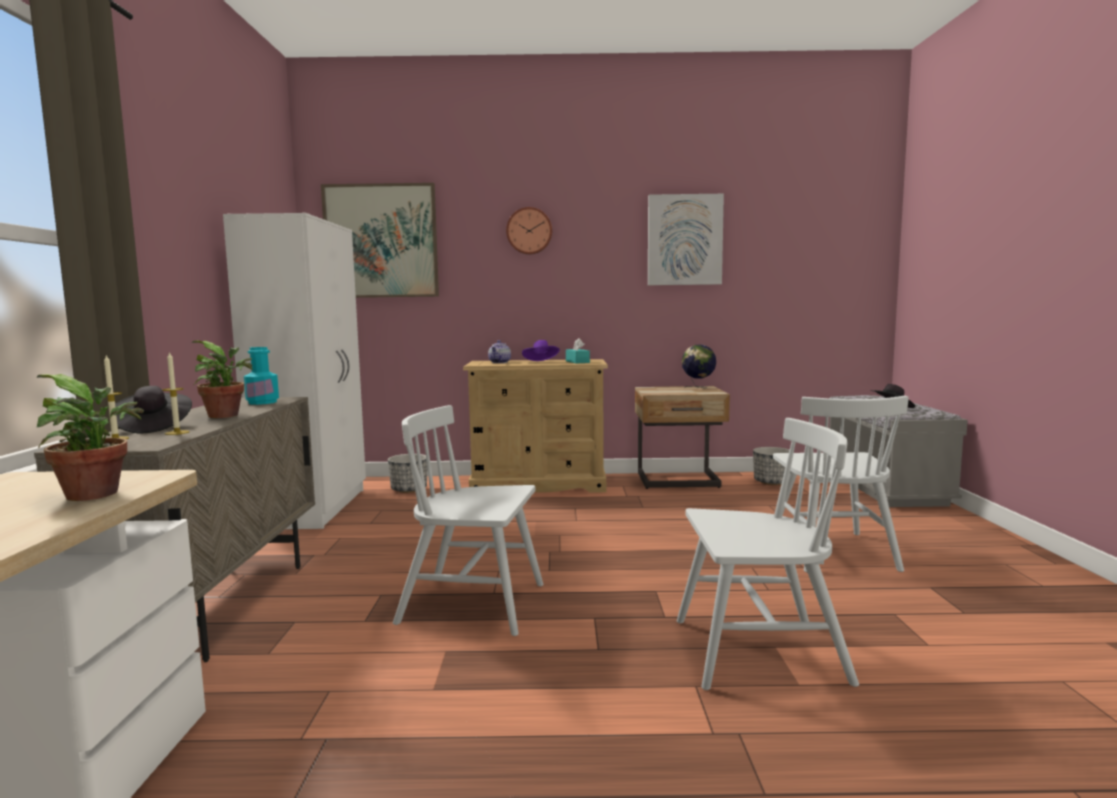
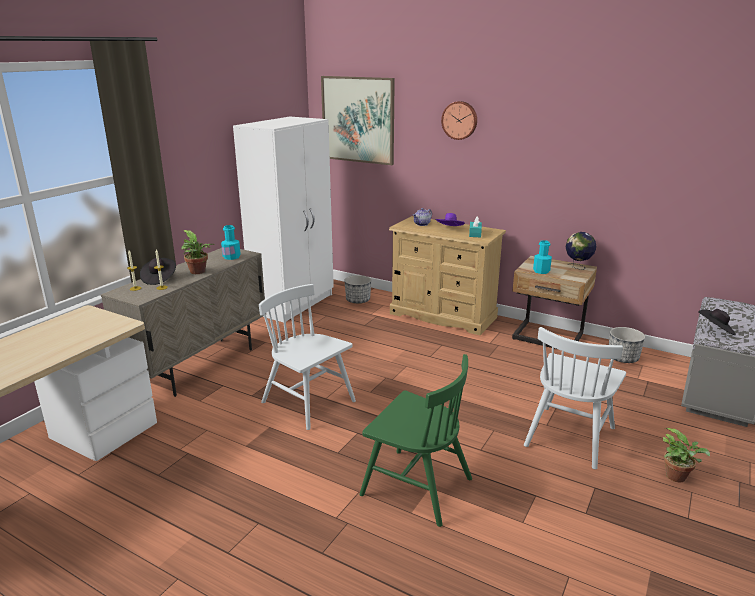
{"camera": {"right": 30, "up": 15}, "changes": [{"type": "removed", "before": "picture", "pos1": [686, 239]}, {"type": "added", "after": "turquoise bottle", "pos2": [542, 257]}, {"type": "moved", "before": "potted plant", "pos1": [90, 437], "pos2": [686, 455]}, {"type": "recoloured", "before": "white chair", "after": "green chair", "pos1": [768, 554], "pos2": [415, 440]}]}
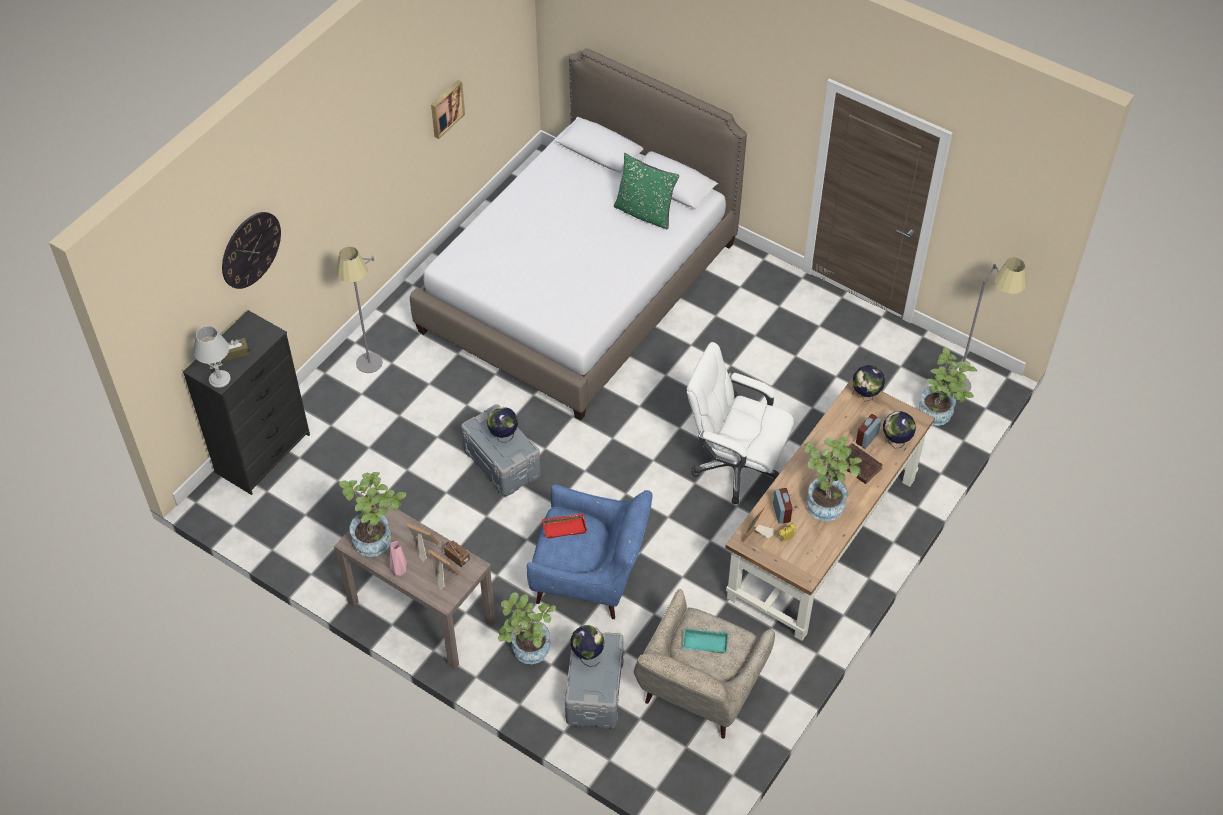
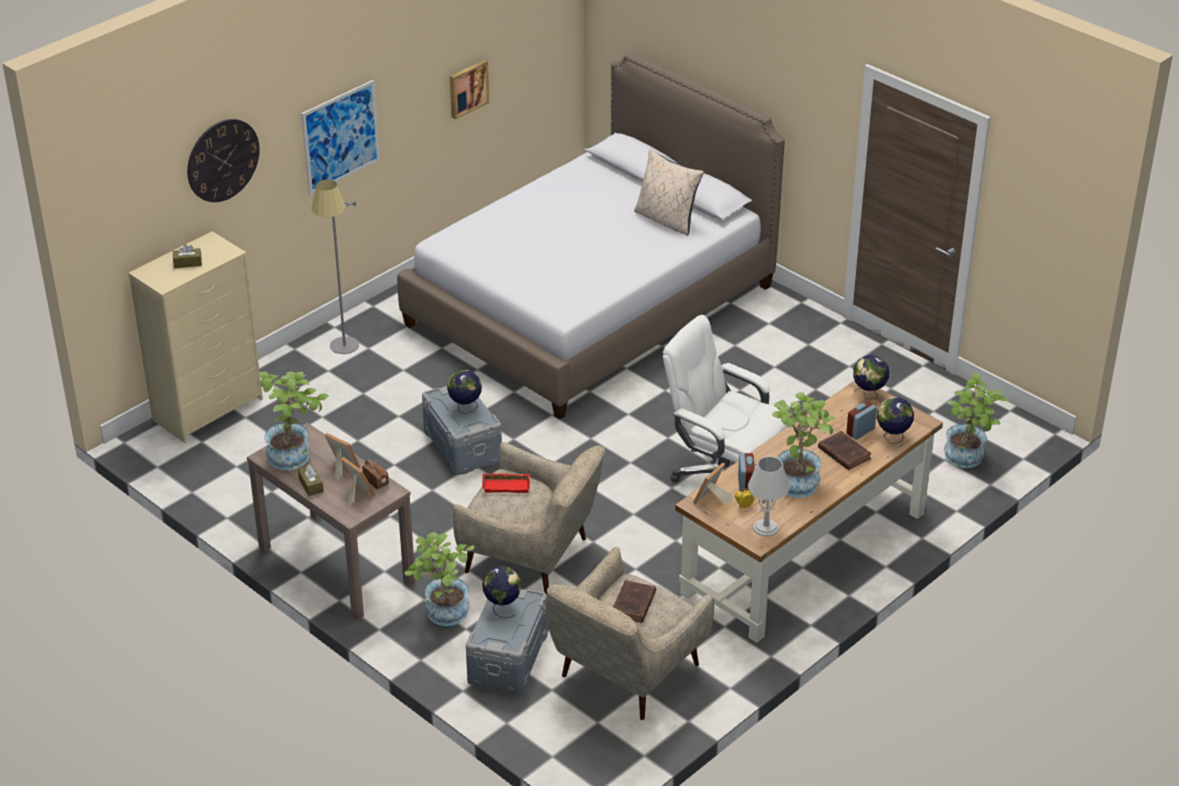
{"camera": {"right": 10, "up": -15}, "changes": [{"type": "removed", "before": "grey floor lamp", "pos1": [992, 325]}, {"type": "added", "after": "picture", "pos2": [340, 137]}, {"type": "moved", "before": "grey table lamp", "pos1": [212, 357], "pos2": [769, 496]}, {"type": "replaced", "before": "pink vase", "after": "brown tissue box", "pos1": [398, 558], "pos2": [311, 480]}, {"type": "replaced", "before": "turquoise tray", "after": "brown book", "pos1": [705, 640], "pos2": [634, 601]}, {"type": "recoloured", "before": "black dresser", "after": "beige dresser", "pos1": [246, 402], "pos2": [195, 337]}, {"type": "recoloured", "before": "blue armchair", "after": "beige armchair", "pos1": [590, 551], "pos2": [529, 518]}, {"type": "recoloured", "before": "green pillow", "after": "beige pillow", "pos1": [646, 191], "pos2": [669, 192]}]}
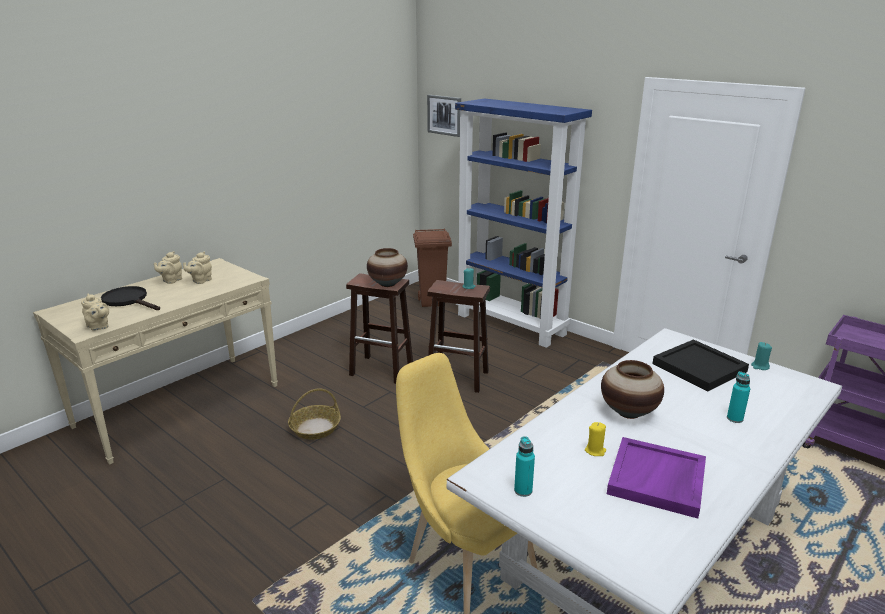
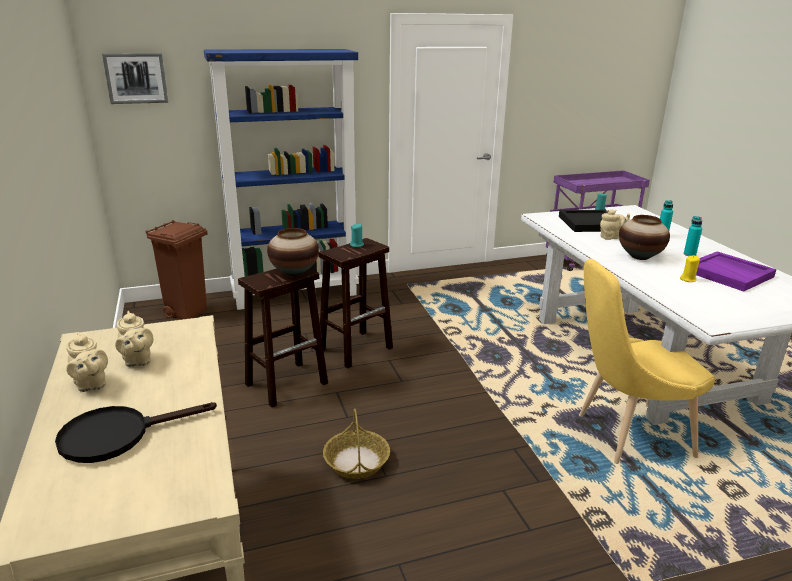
{"camera": {"right": -60, "up": 0}, "changes": [{"type": "moved", "before": "beige teapot", "pos1": [95, 312], "pos2": [615, 224]}, {"type": "moved", "before": "turquoise bottle", "pos1": [524, 466], "pos2": [693, 236]}]}
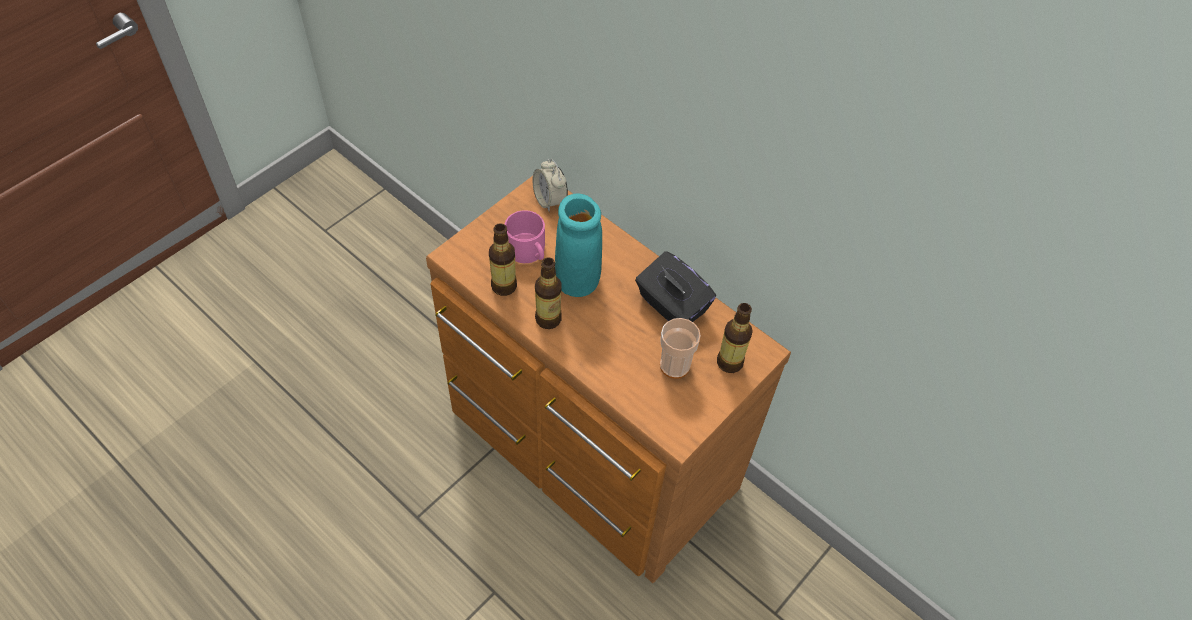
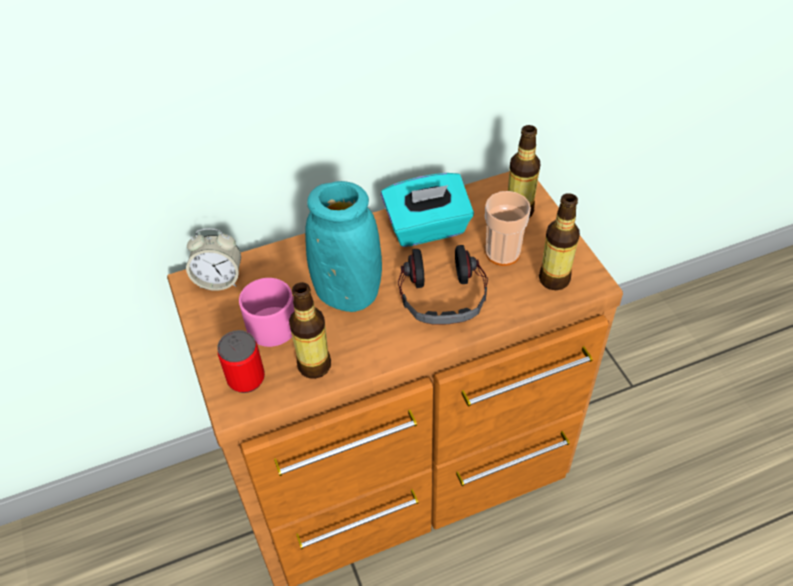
{"camera": {"right": -60, "up": -5}, "changes": [{"type": "added", "after": "can", "pos2": [241, 361]}, {"type": "added", "after": "headphones", "pos2": [443, 285]}, {"type": "moved", "before": "bottle", "pos1": [548, 293], "pos2": [559, 241]}, {"type": "recoloured", "before": "black tissue box", "after": "turquoise tissue box", "pos1": [675, 286], "pos2": [427, 210]}]}
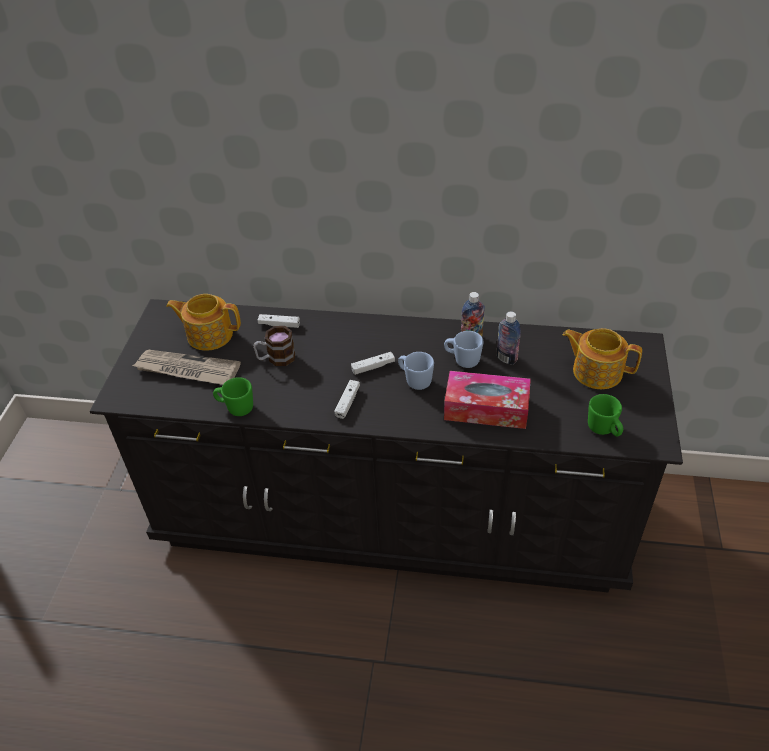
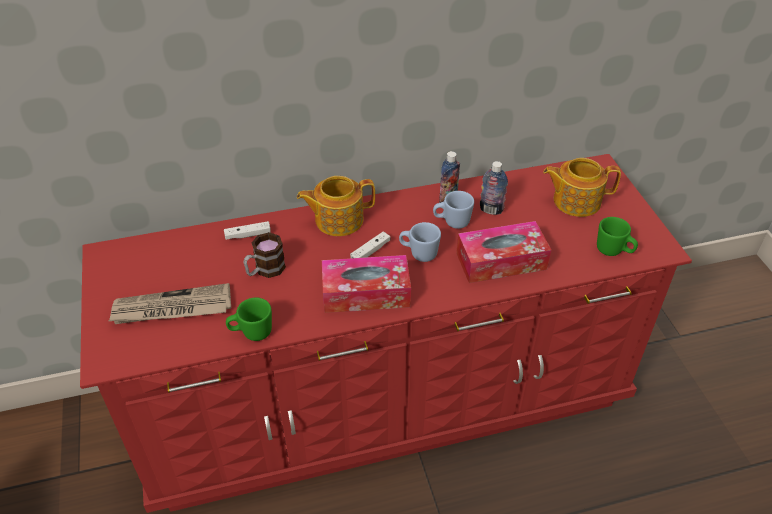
{"camera": {"right": -25, "up": 0}, "changes": [{"type": "moved", "before": "teapot", "pos1": [203, 322], "pos2": [336, 206]}, {"type": "replaced", "before": "white game controller", "after": "tissue box", "pos1": [347, 399], "pos2": [366, 284]}, {"type": "recoloured", "before": "black dresser", "after": "red dresser", "pos1": [386, 445], "pos2": [386, 333]}]}
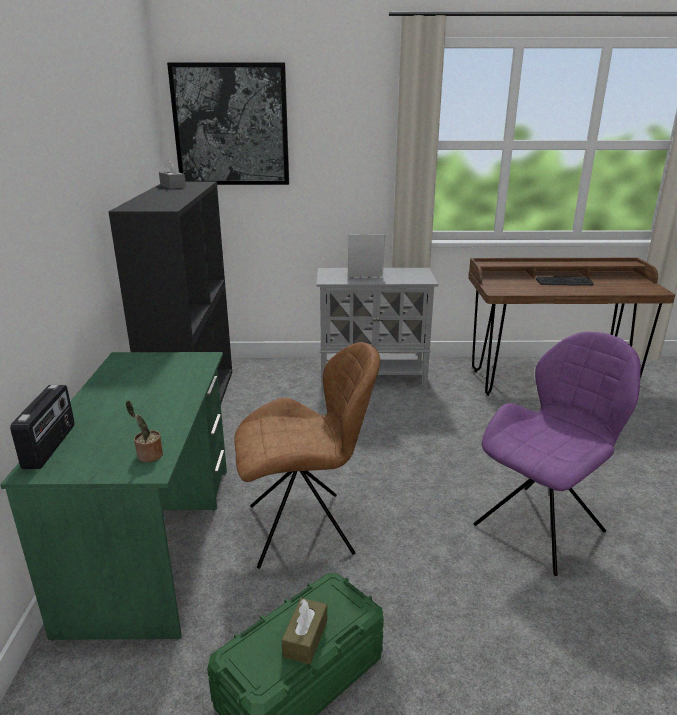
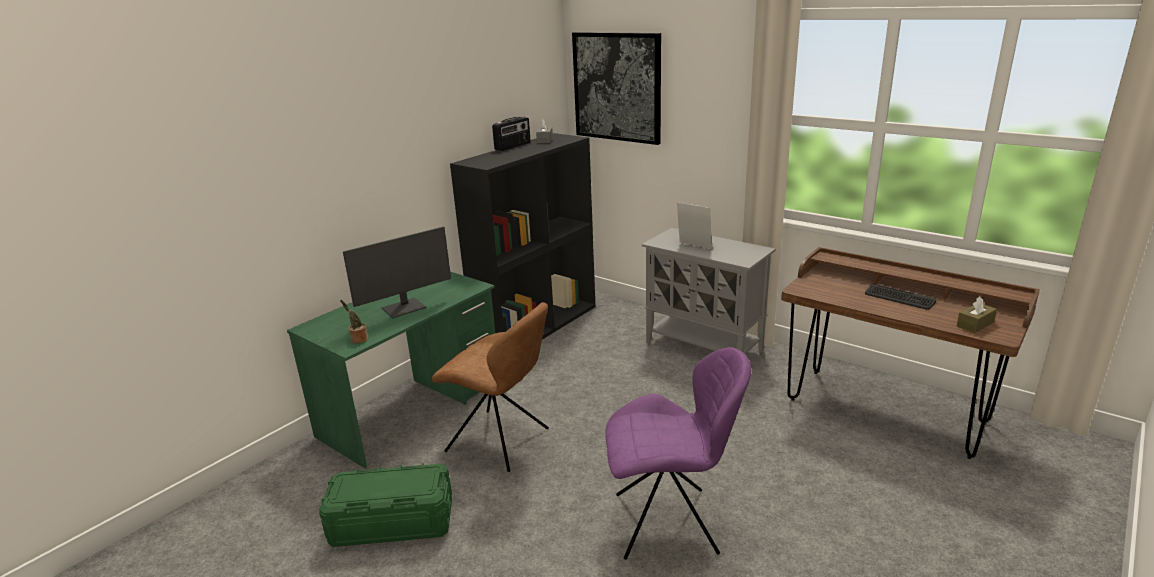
{"camera": {"right": 40, "up": 0}, "changes": [{"type": "added", "after": "monitor", "pos2": [397, 272]}, {"type": "moved", "before": "radio", "pos1": [42, 426], "pos2": [511, 133]}, {"type": "moved", "before": "brown tissue box", "pos1": [304, 631], "pos2": [977, 314]}]}
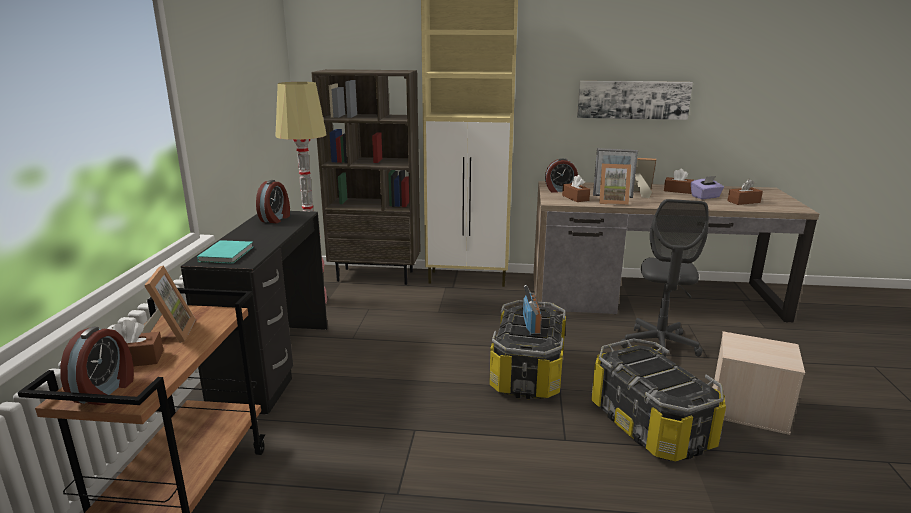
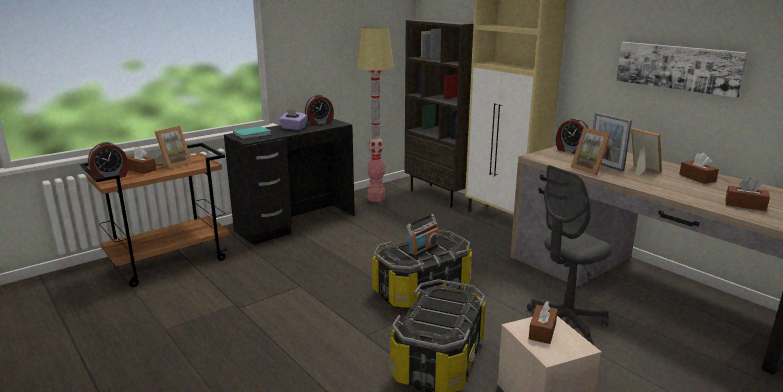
{"camera": {"right": 45, "up": 0}, "changes": [{"type": "moved", "before": "brown tissue box", "pos1": [576, 188], "pos2": [543, 322]}, {"type": "moved", "before": "purple tissue box", "pos1": [707, 187], "pos2": [293, 119]}]}
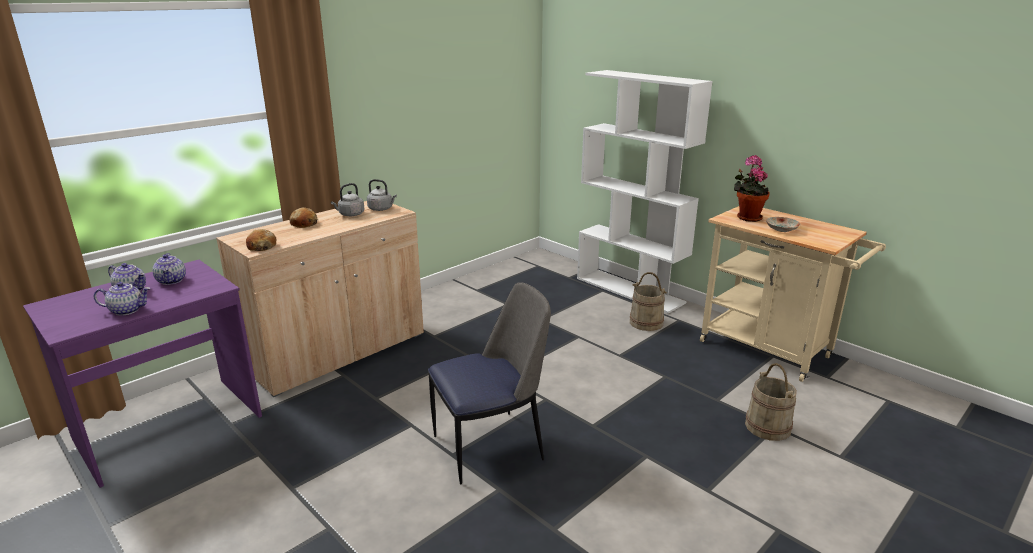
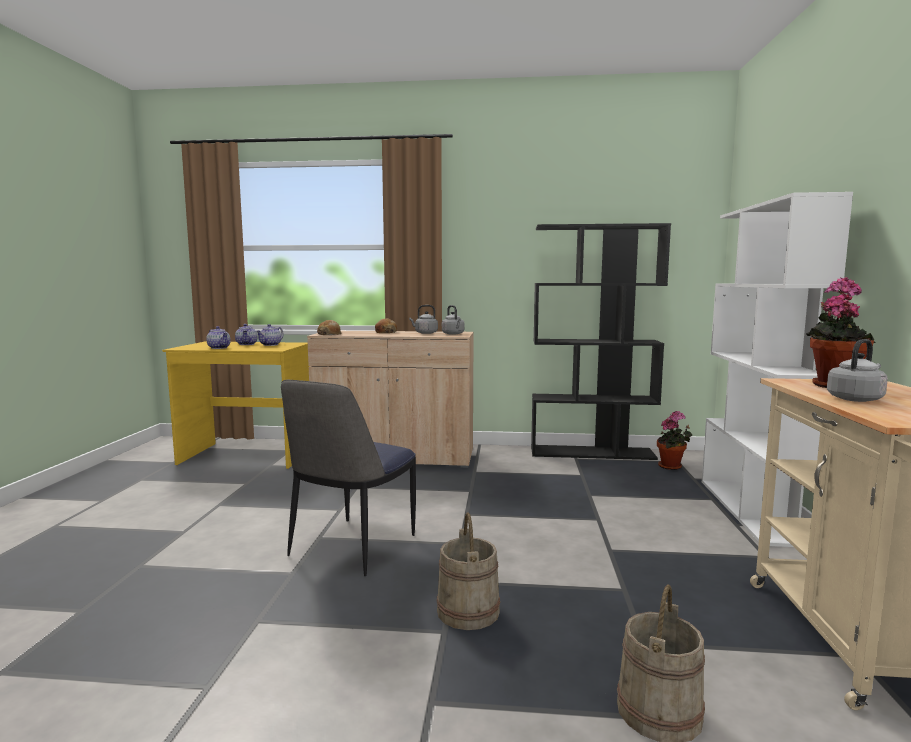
{"camera": {"right": 50, "up": -15}, "changes": [{"type": "added", "after": "black bookcase", "pos2": [601, 341]}, {"type": "added", "after": "potted plant", "pos2": [674, 440]}, {"type": "moved", "before": "beige bucket", "pos1": [648, 301], "pos2": [468, 571]}, {"type": "replaced", "before": "plate", "after": "grey kettle", "pos1": [783, 224], "pos2": [857, 370]}, {"type": "recoloured", "before": "purple desk", "after": "yellow desk", "pos1": [142, 374], "pos2": [235, 405]}, {"type": "turned", "before": "chair", "pos1": [489, 383], "pos2": [348, 478], "turn": 90}]}
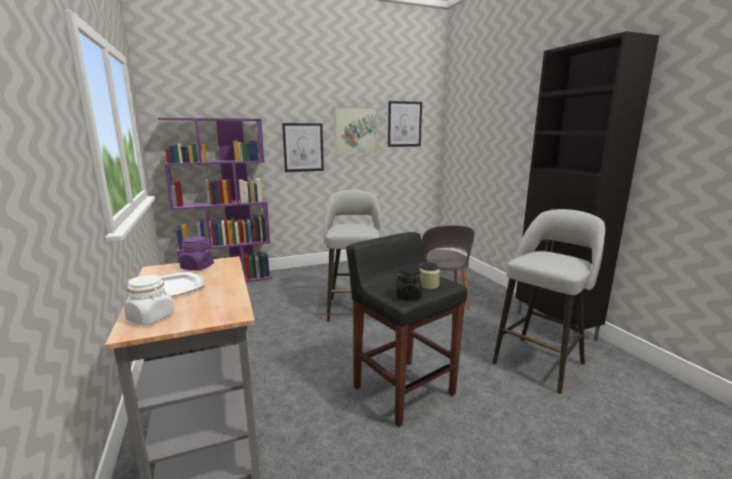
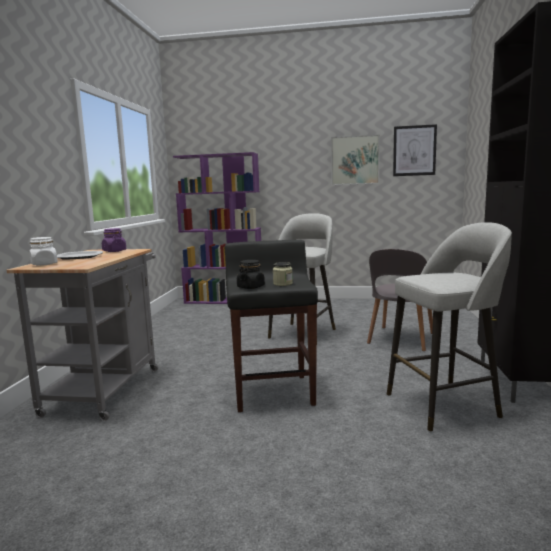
{"camera": {"right": 30, "up": -5}, "changes": [{"type": "removed", "before": "picture", "pos1": [303, 147]}]}
